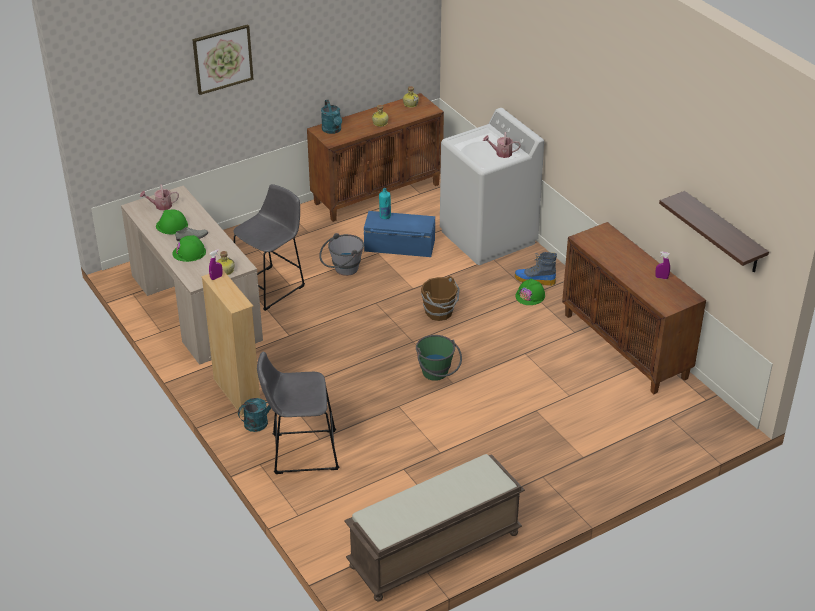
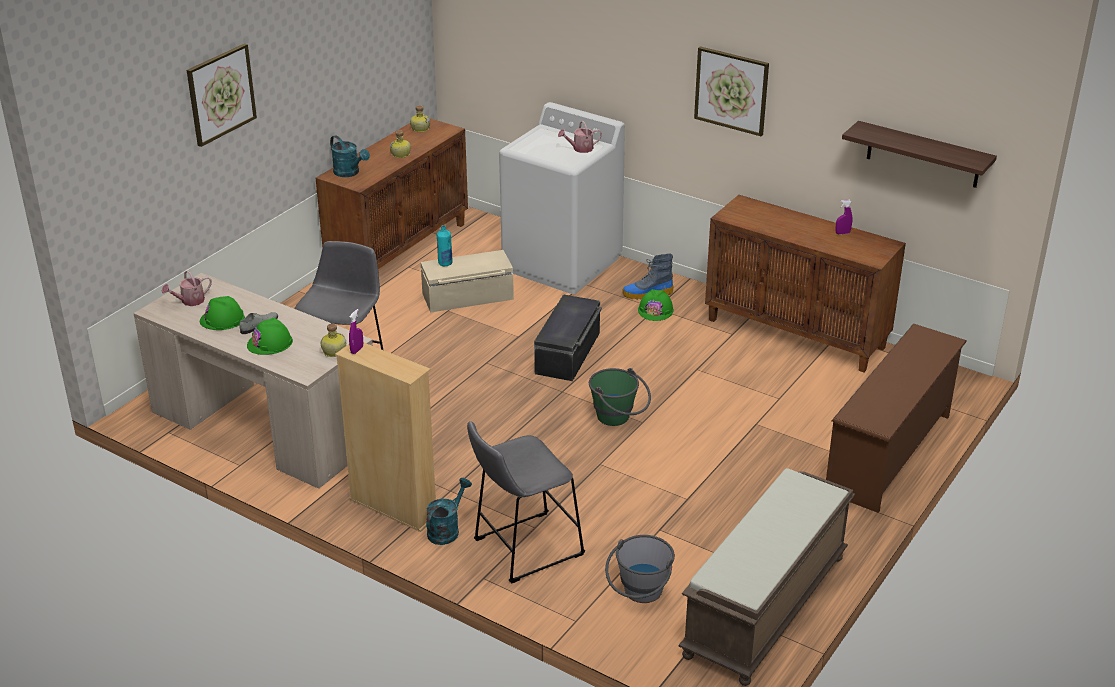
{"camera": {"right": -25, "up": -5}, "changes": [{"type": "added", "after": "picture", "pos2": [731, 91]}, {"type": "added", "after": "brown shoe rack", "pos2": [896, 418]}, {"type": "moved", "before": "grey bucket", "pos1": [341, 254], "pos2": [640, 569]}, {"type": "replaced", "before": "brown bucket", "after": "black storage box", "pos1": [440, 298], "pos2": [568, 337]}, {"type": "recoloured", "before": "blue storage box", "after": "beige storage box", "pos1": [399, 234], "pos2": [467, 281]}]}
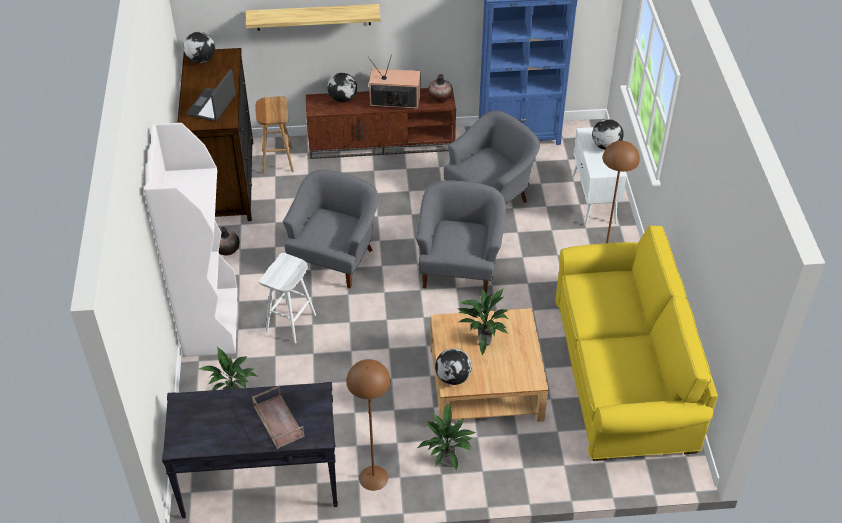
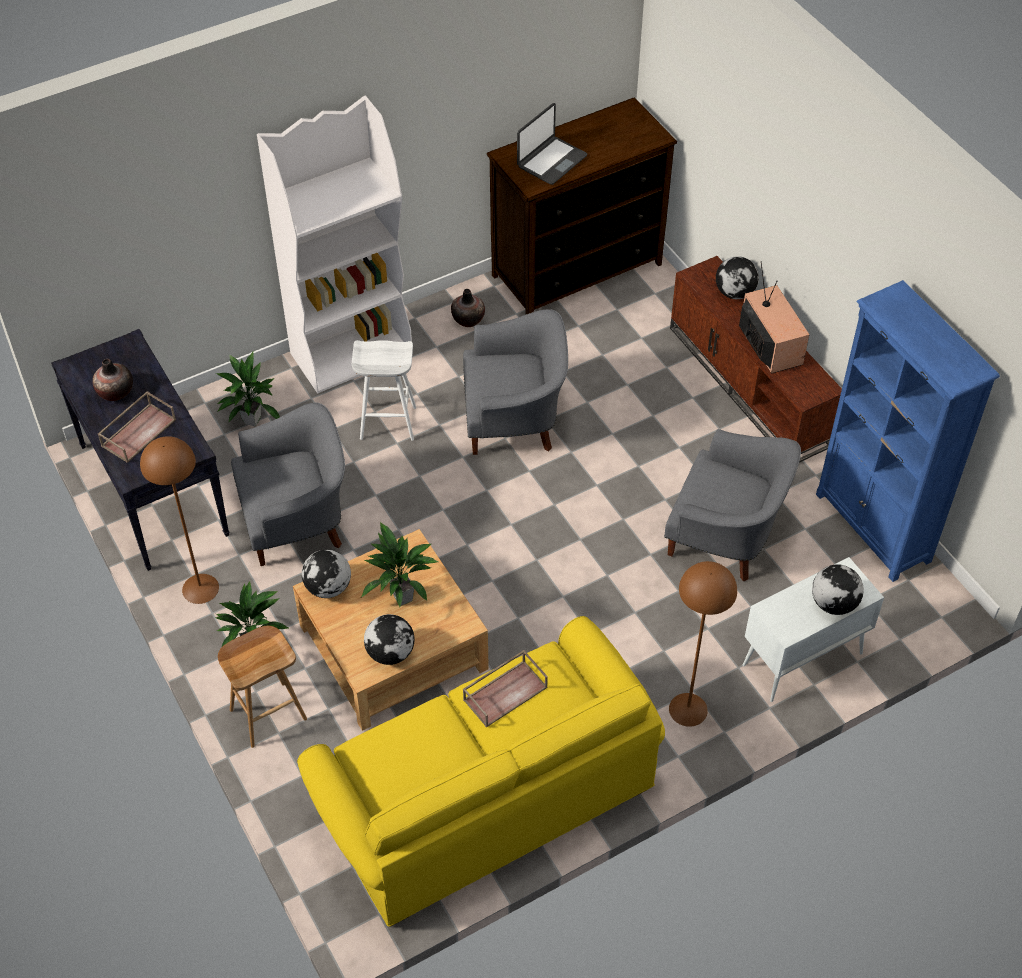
{"camera": {"right": 65, "up": 5}, "changes": [{"type": "removed", "before": "shelf", "pos1": [313, 17]}, {"type": "added", "after": "brown tray", "pos2": [505, 688]}, {"type": "moved", "before": "globe", "pos1": [199, 47], "pos2": [389, 639]}, {"type": "moved", "before": "brown stool", "pos1": [274, 135], "pos2": [262, 687]}, {"type": "moved", "before": "grey armchair", "pos1": [461, 237], "pos2": [288, 484]}, {"type": "moved", "before": "vase", "pos1": [440, 88], "pos2": [112, 380]}, {"type": "turned", "before": "laptop", "pos1": [211, 95], "pos2": [552, 144], "turn": 135}]}
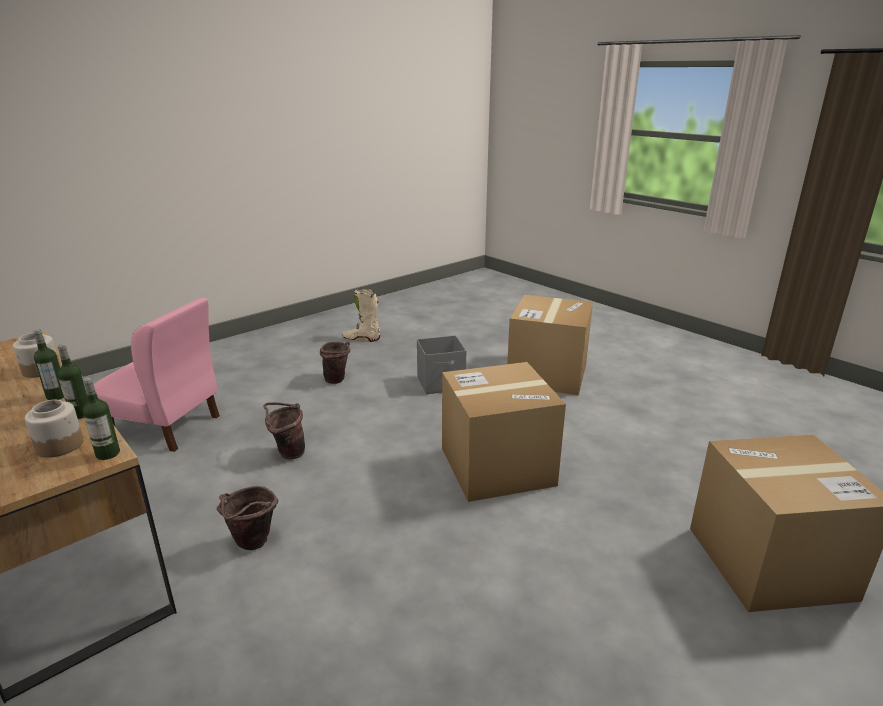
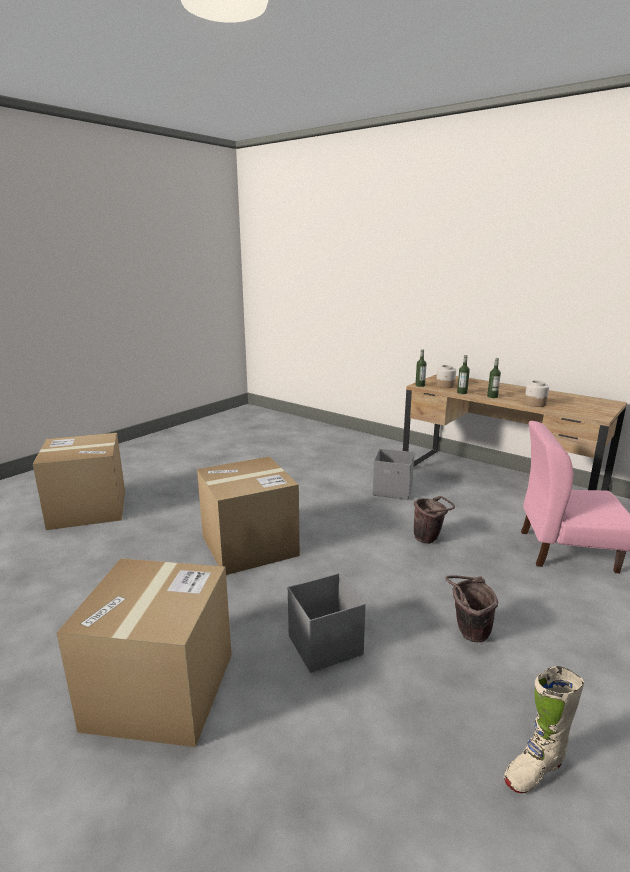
{"camera": {"right": 170, "up": -5}, "changes": [{"type": "replaced", "before": "brown bucket", "after": "grey storage box", "pos1": [248, 518], "pos2": [394, 474]}, {"type": "turned", "before": "beige boot", "pos1": [361, 315], "pos2": [544, 729], "turn": 150}]}
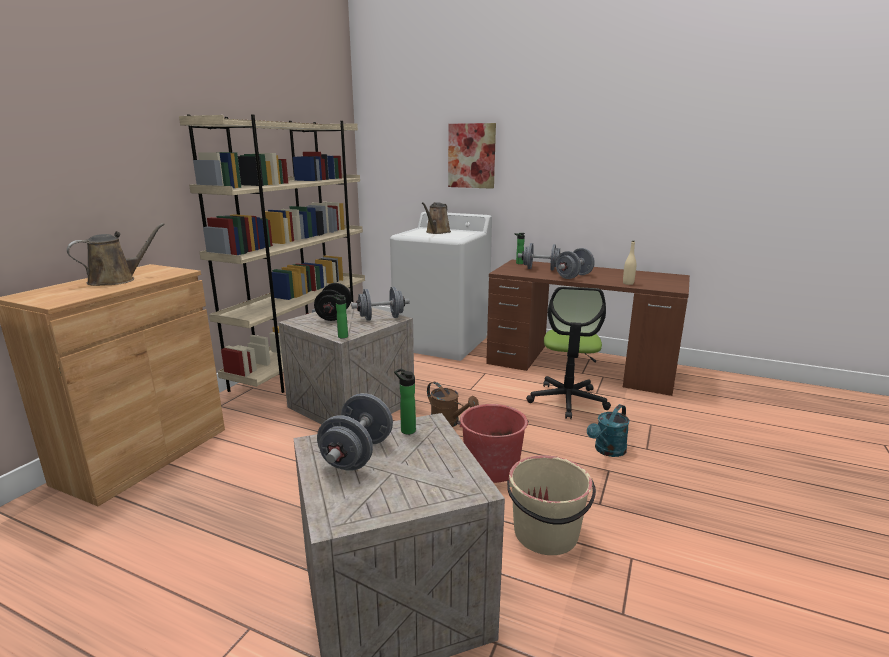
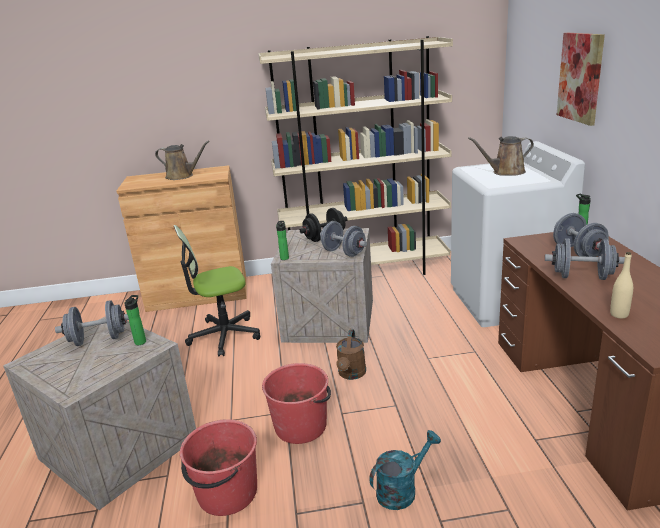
{"camera": {"right": 60, "up": 5}, "changes": [{"type": "moved", "before": "office chair", "pos1": [568, 353], "pos2": [217, 290]}, {"type": "recoloured", "before": "beige bucket", "after": "red bucket", "pos1": [551, 505], "pos2": [218, 467]}, {"type": "turned", "before": "turquoise watering can", "pos1": [608, 430], "pos2": [405, 470], "turn": 135}]}
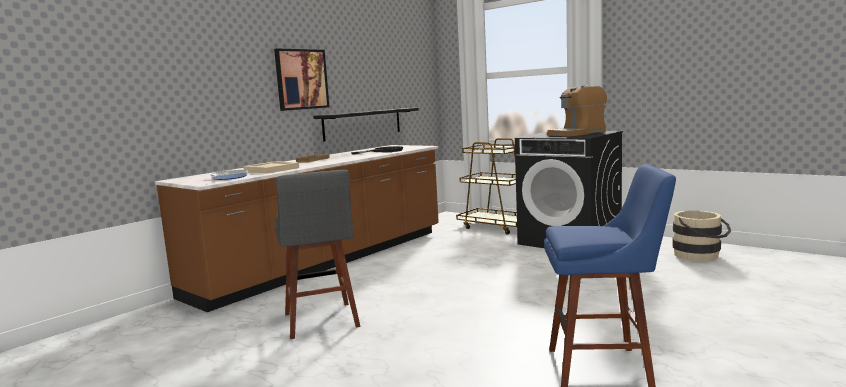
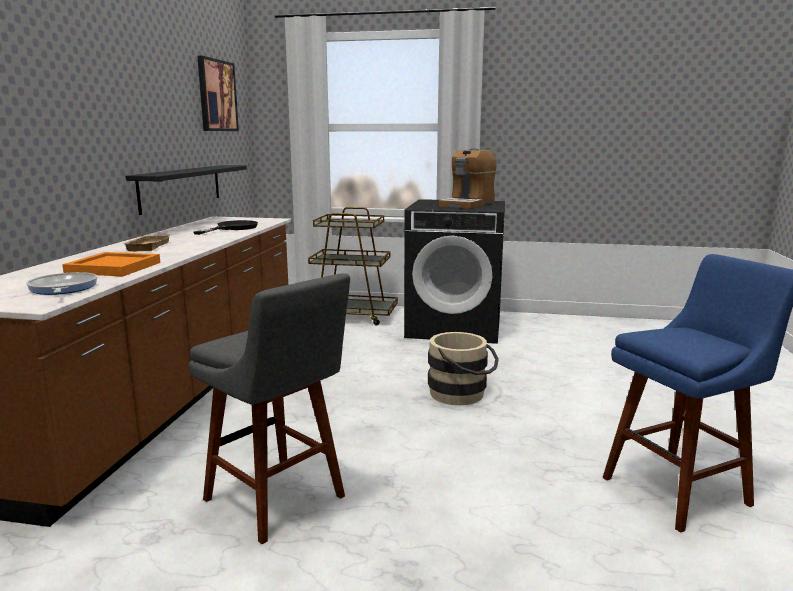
{"camera": {"right": -30, "up": 5}, "changes": [{"type": "moved", "before": "picture", "pos1": [301, 79], "pos2": [218, 93]}, {"type": "moved", "before": "beige bucket", "pos1": [701, 235], "pos2": [463, 368]}, {"type": "recoloured", "before": "beige tray", "after": "orange tray", "pos1": [271, 167], "pos2": [111, 264]}]}
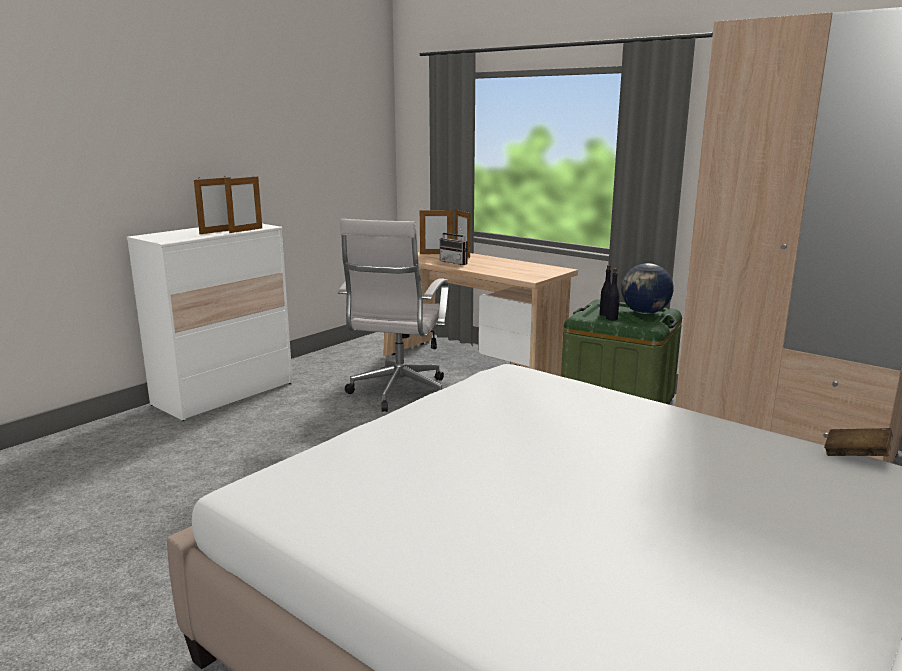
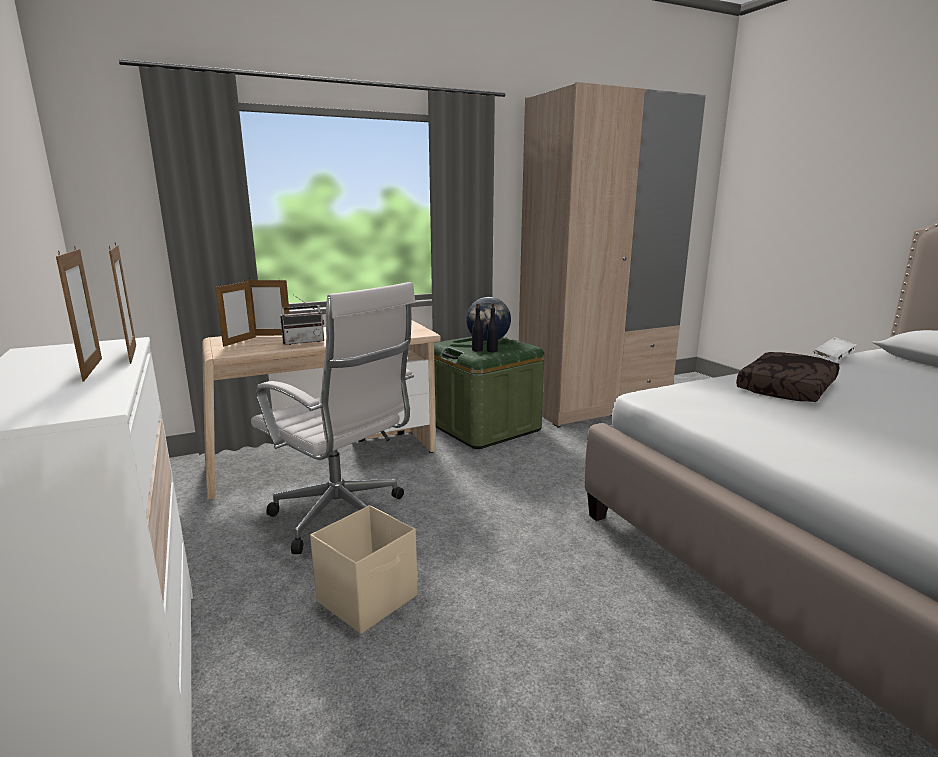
{"camera": {"right": -65, "up": 0}, "changes": [{"type": "added", "after": "beige storage box", "pos2": [364, 569]}, {"type": "added", "after": "brown pillow", "pos2": [787, 377]}, {"type": "recoloured", "before": "brown book", "after": "white book", "pos1": [858, 442], "pos2": [834, 349]}]}
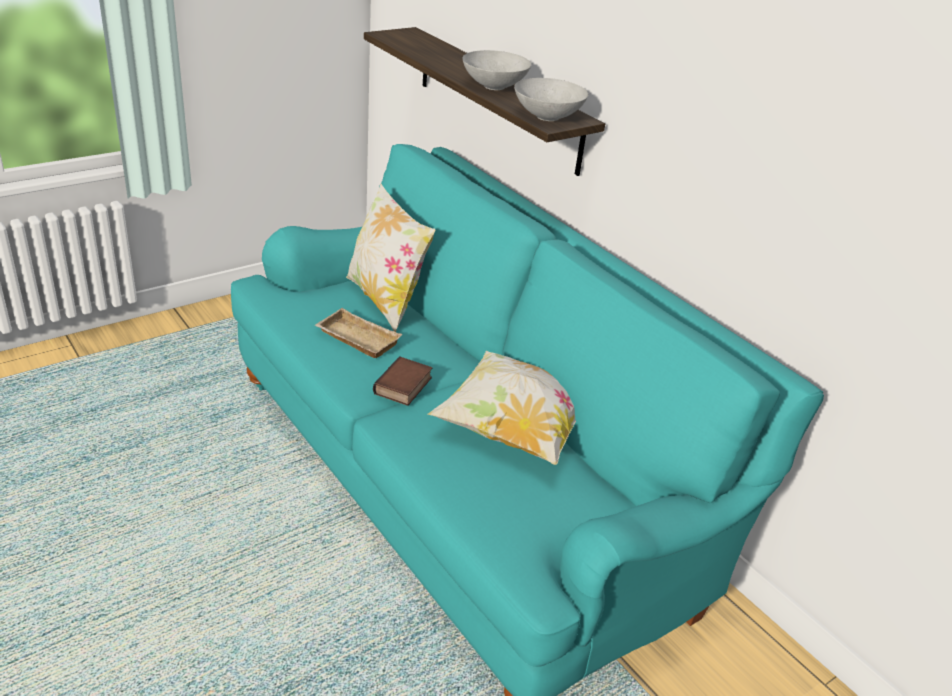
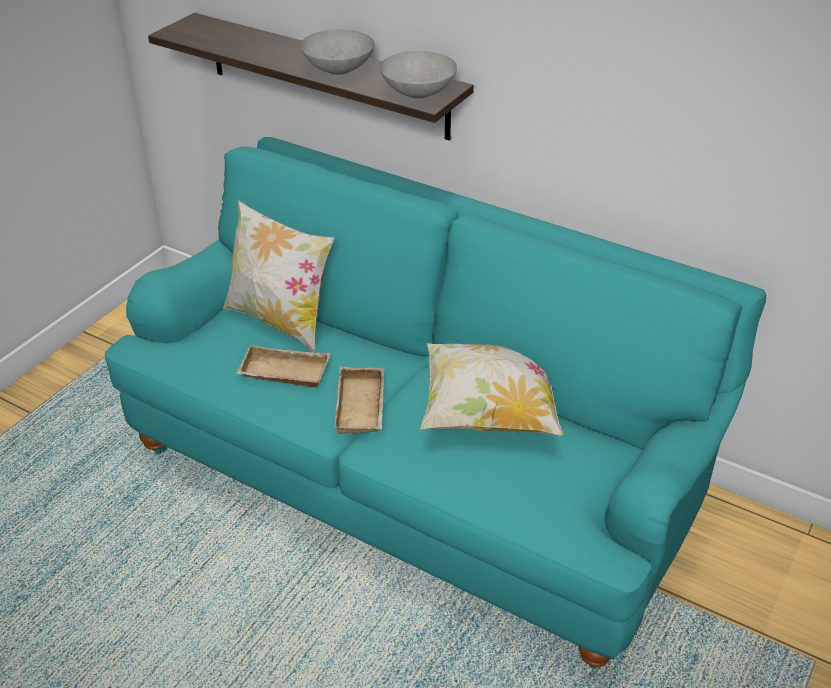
{"camera": {"right": -20, "up": 5}, "changes": [{"type": "replaced", "before": "book", "after": "beige tray", "pos1": [402, 381], "pos2": [359, 400]}]}
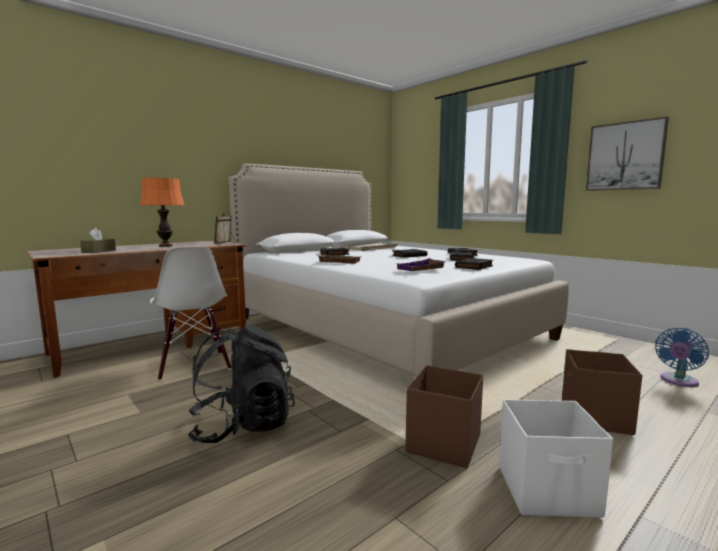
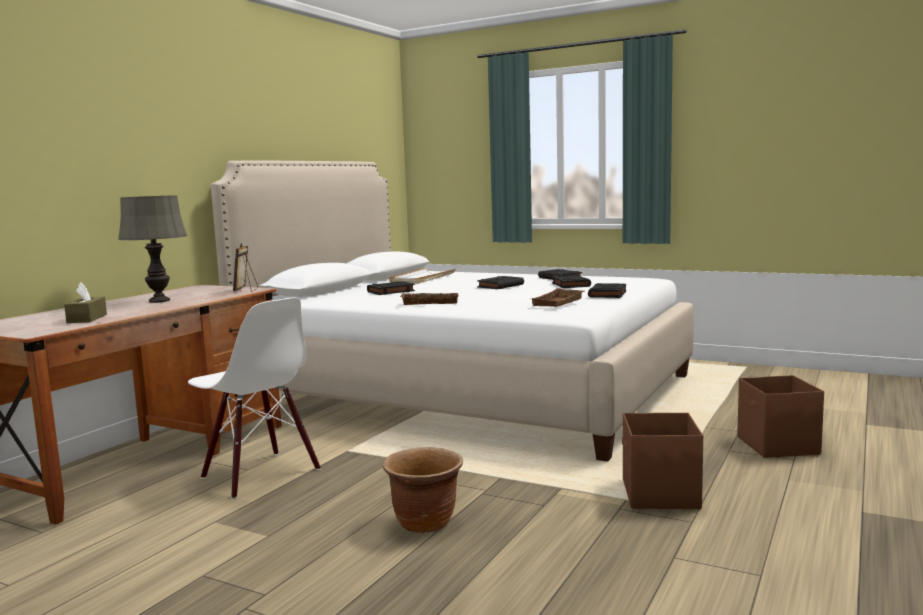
{"camera": {"right": -20, "up": 0}, "changes": [{"type": "removed", "before": "white storage box", "pos1": [556, 458]}, {"type": "removed", "before": "picture", "pos1": [627, 153]}, {"type": "removed", "before": "blue fan", "pos1": [682, 357]}, {"type": "replaced", "before": "black backpack", "after": "brown planter", "pos1": [241, 384], "pos2": [423, 490]}, {"type": "recoloured", "before": "orange table lamp", "after": "grey table lamp", "pos1": [162, 212], "pos2": [152, 249]}, {"type": "recoloured", "before": "purple tray", "after": "brown tray", "pos1": [421, 264], "pos2": [557, 297]}]}
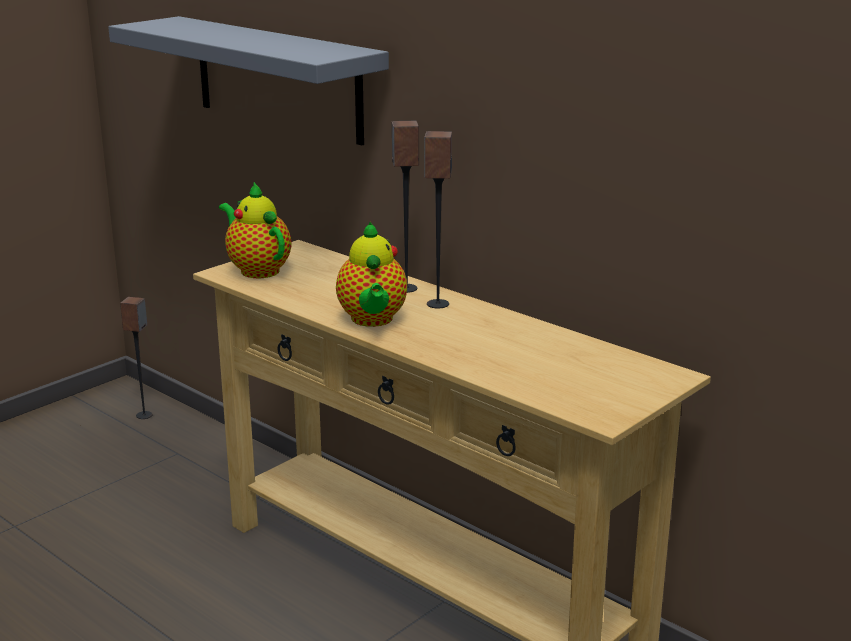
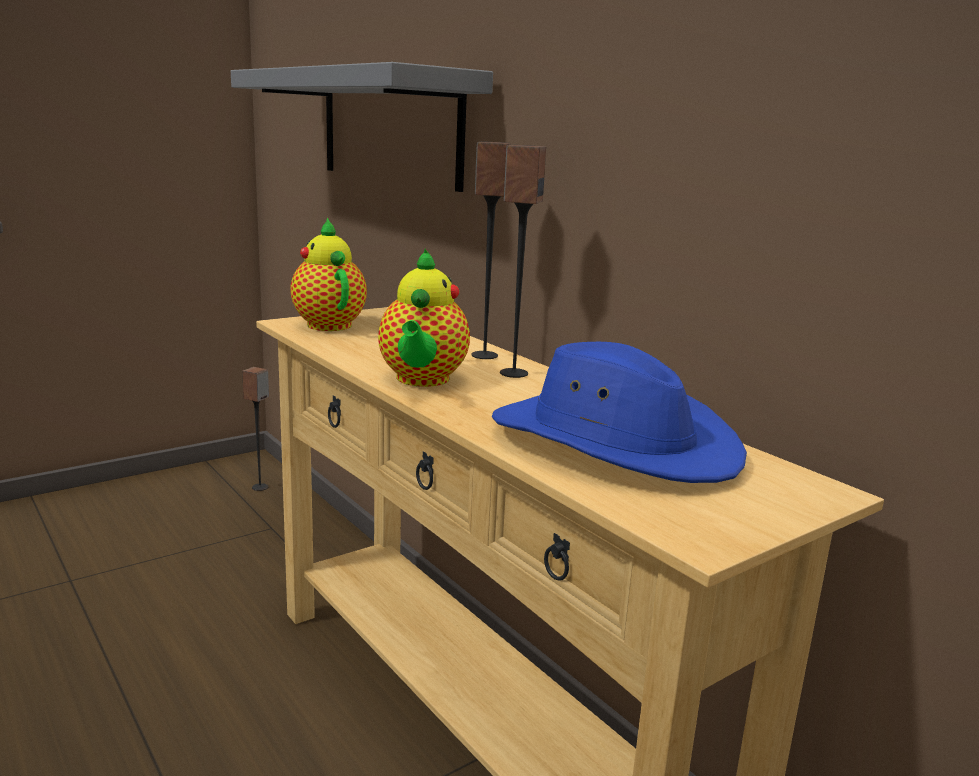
{"camera": {"right": 10, "up": -5}, "changes": [{"type": "added", "after": "blue hat", "pos2": [619, 412]}]}
